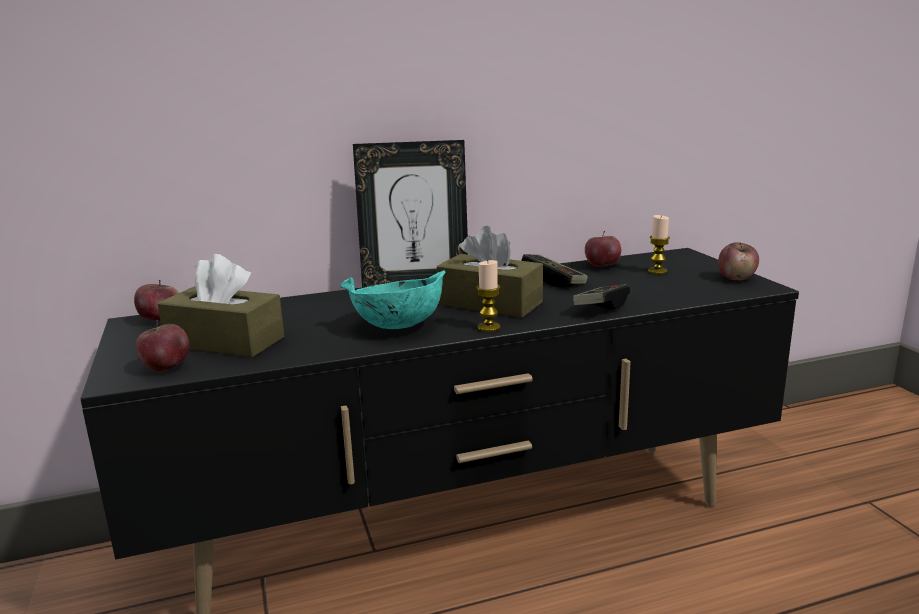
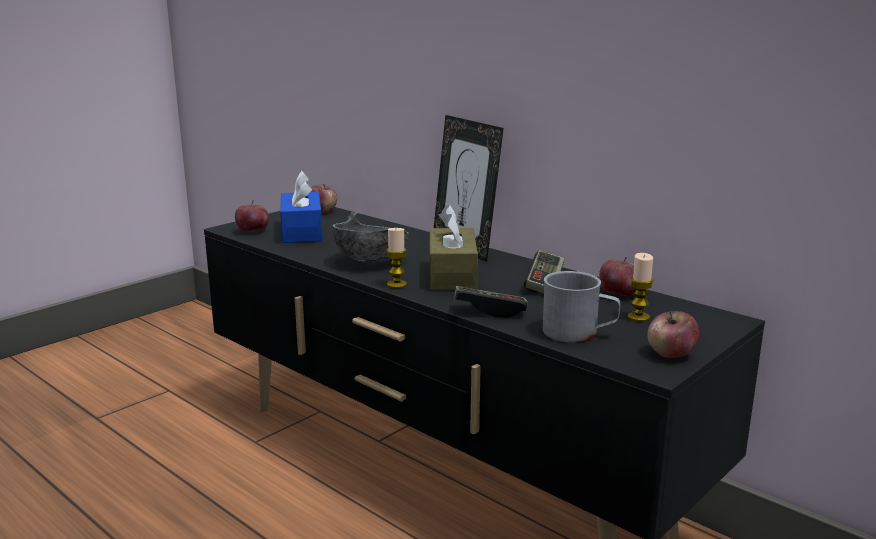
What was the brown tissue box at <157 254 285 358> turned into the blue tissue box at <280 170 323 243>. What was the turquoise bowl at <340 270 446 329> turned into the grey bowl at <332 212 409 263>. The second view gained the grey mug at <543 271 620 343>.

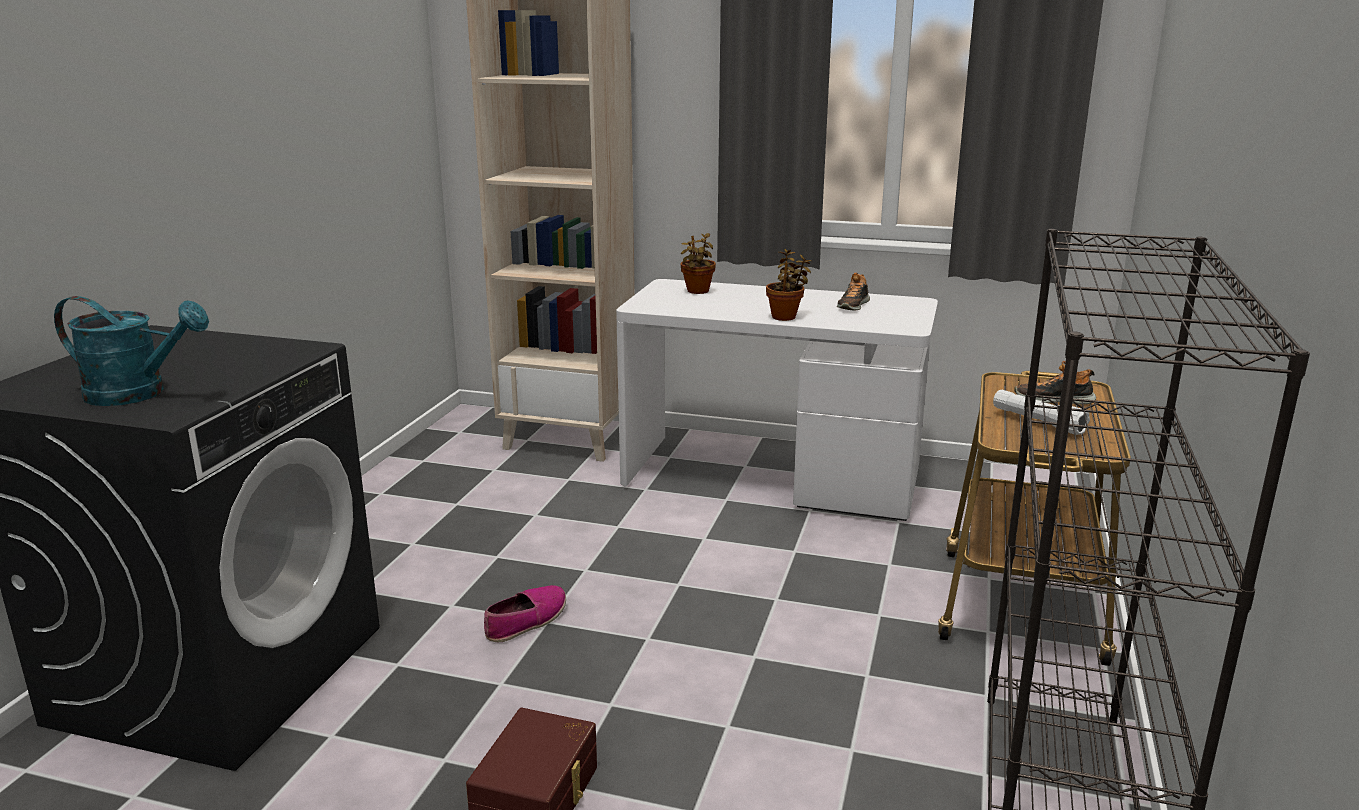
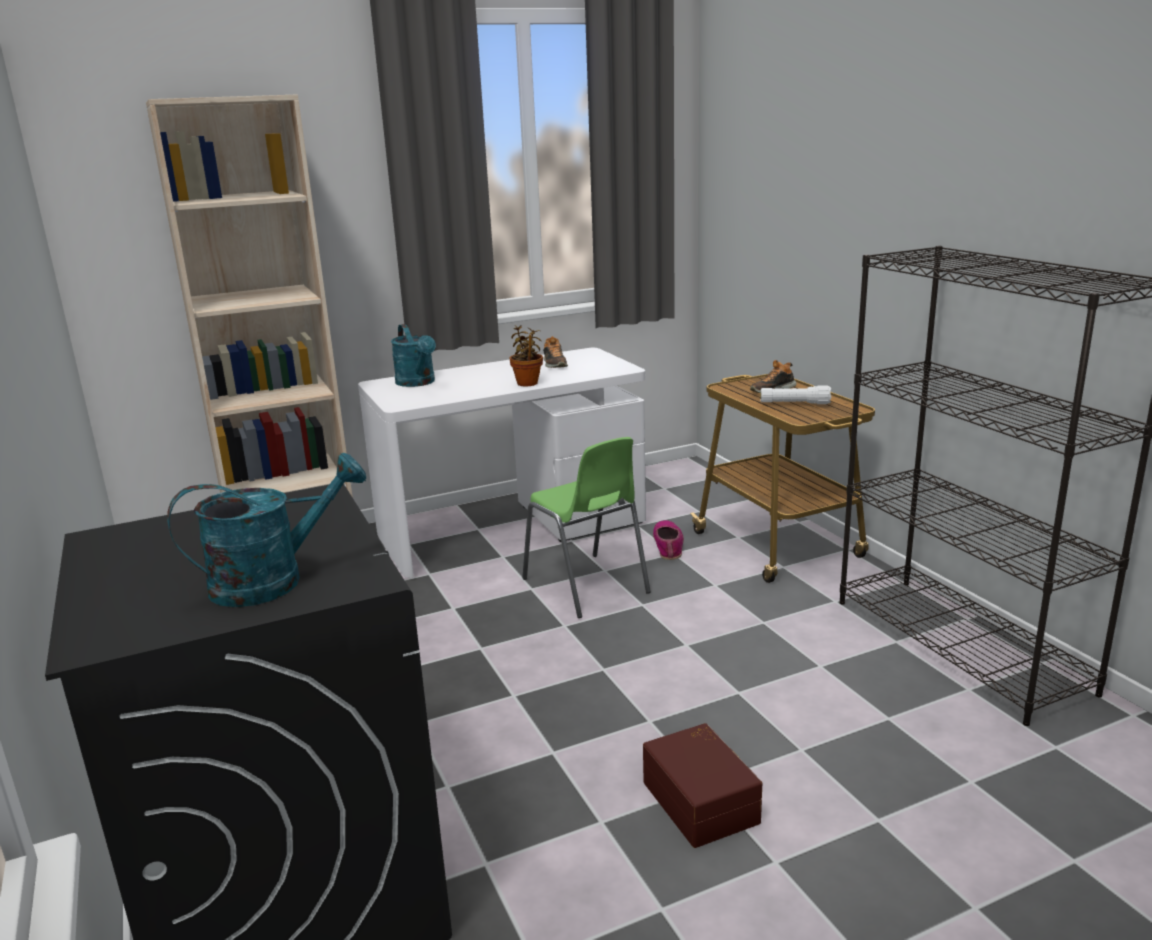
Where the potted plant stood at <680 233 716 294>, the turquoise watering can came to stand at <391 324 436 387>. The shoe ended up elsewhere, having gone from <484 585 566 642> to <653 520 684 560>. The second view gained the green chair at <522 437 651 618>.

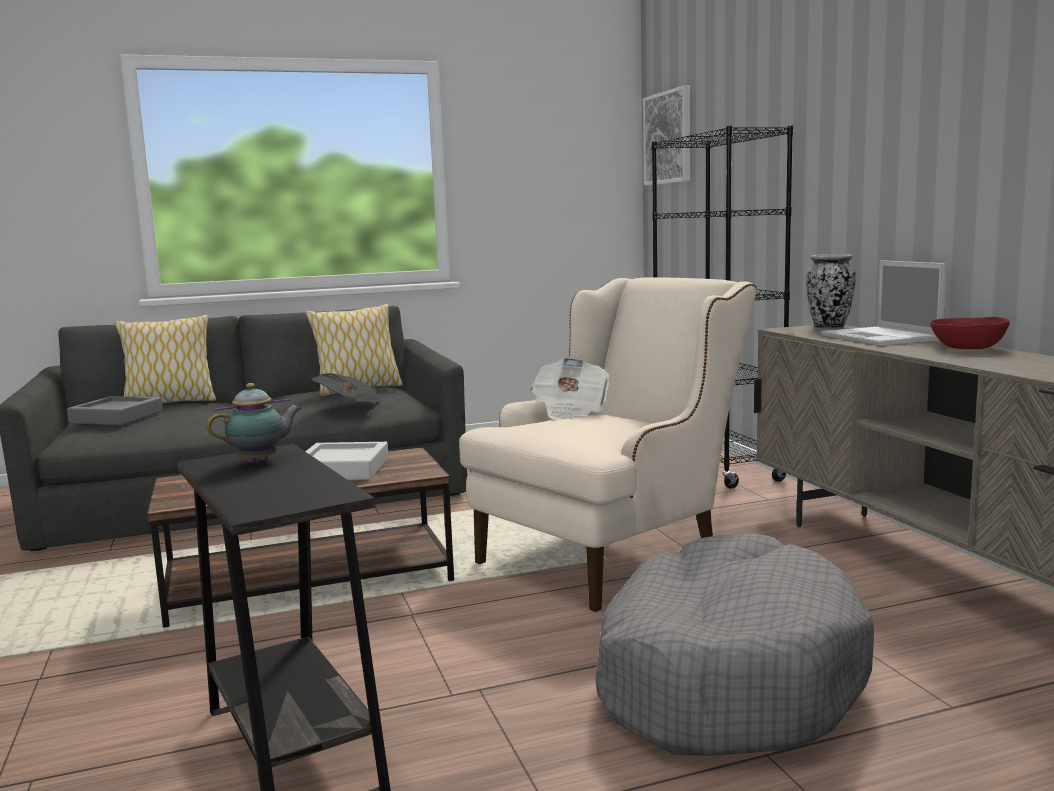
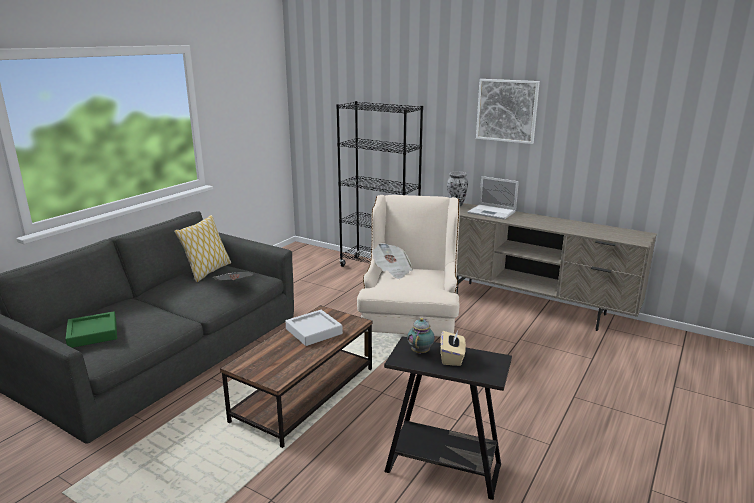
The picture ended up elsewhere, having gone from <643 85 690 186> to <476 79 540 144>. The second view lost the pillow at <115 315 216 403>. The second view lost the red bowl at <930 317 1010 349>. What was the grey tray at <67 396 163 425> turned into the green tray at <65 311 117 348>. The second view lost the grey dog bed at <595 534 874 756>. The second view gained the beige tissue box at <441 331 466 366>.

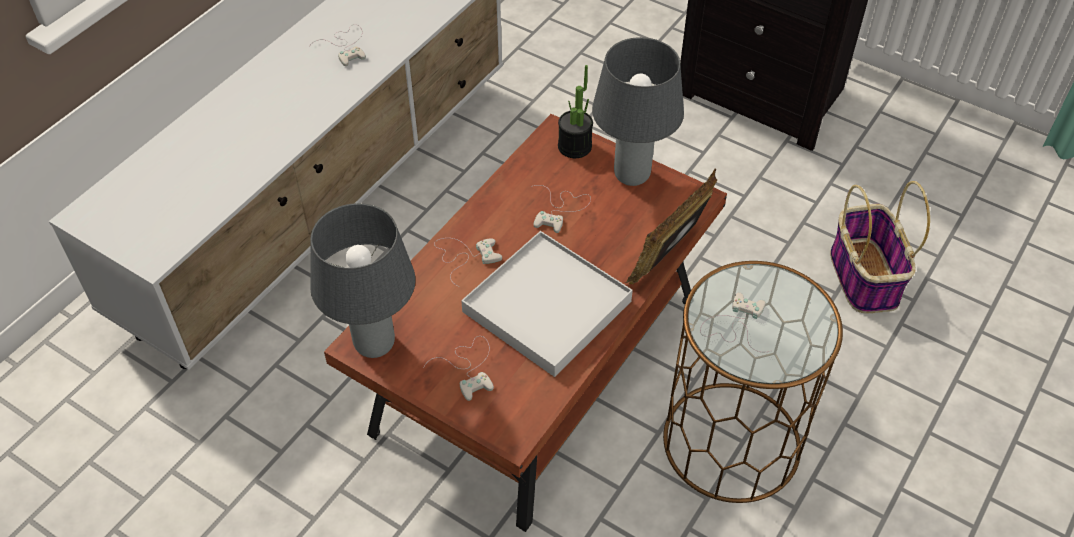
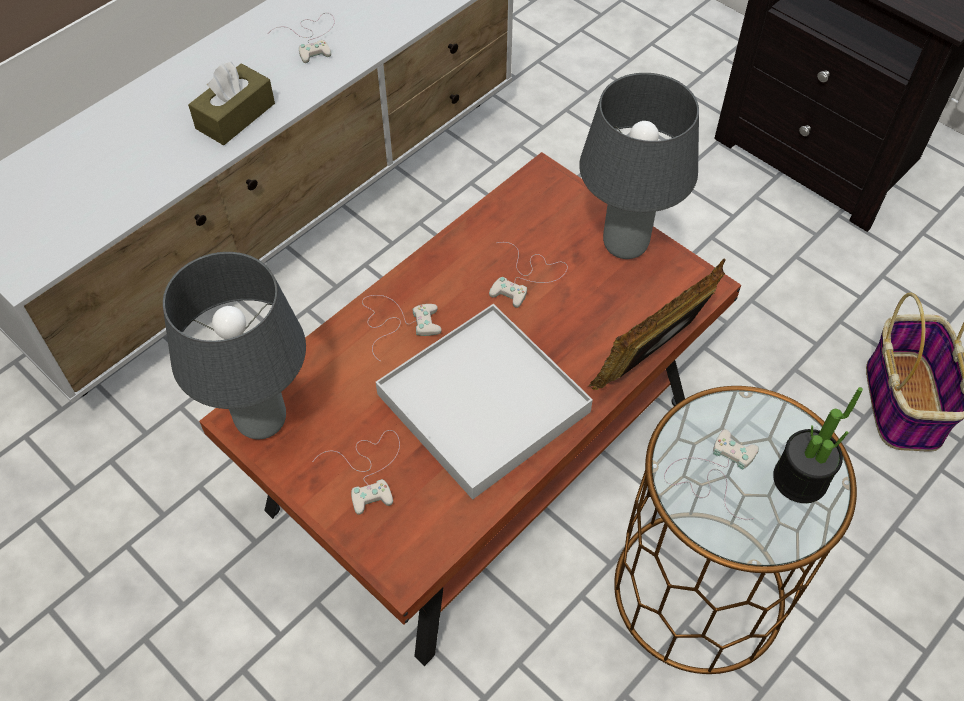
The potted plant ended up elsewhere, having gone from <558 65 593 158> to <773 387 863 503>. The second view gained the brown tissue box at <188 61 275 145>.

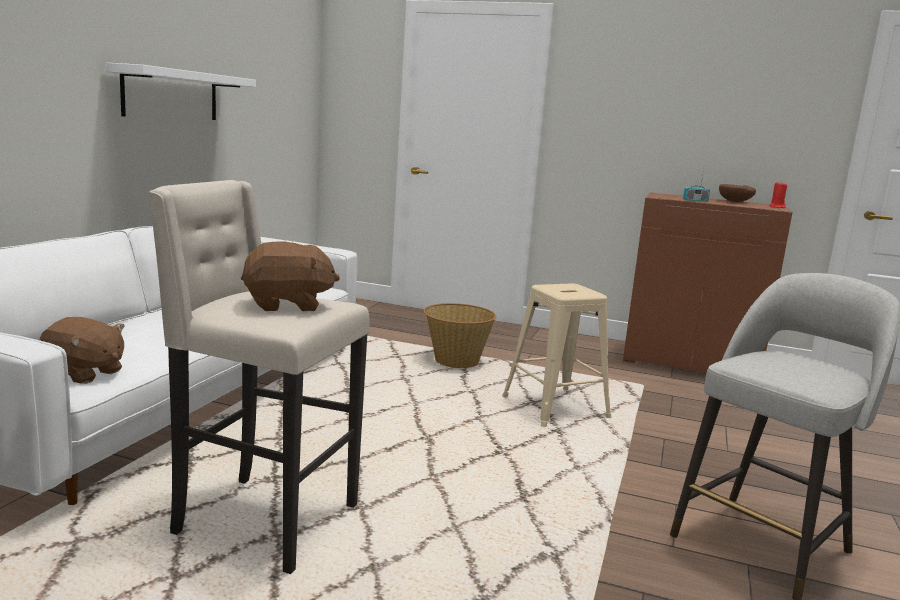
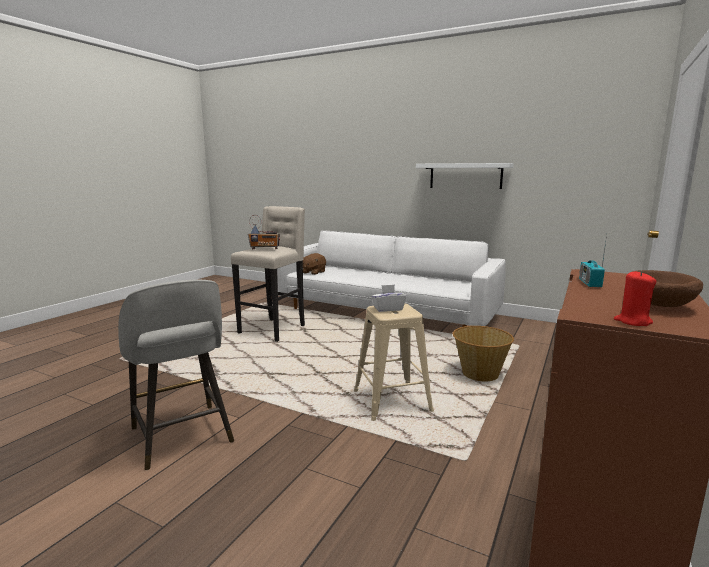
Where the brown plush toy stood at <241 242 340 311>, the radio came to stand at <248 215 280 249>. The second view gained the white tissue box at <371 284 407 312>.

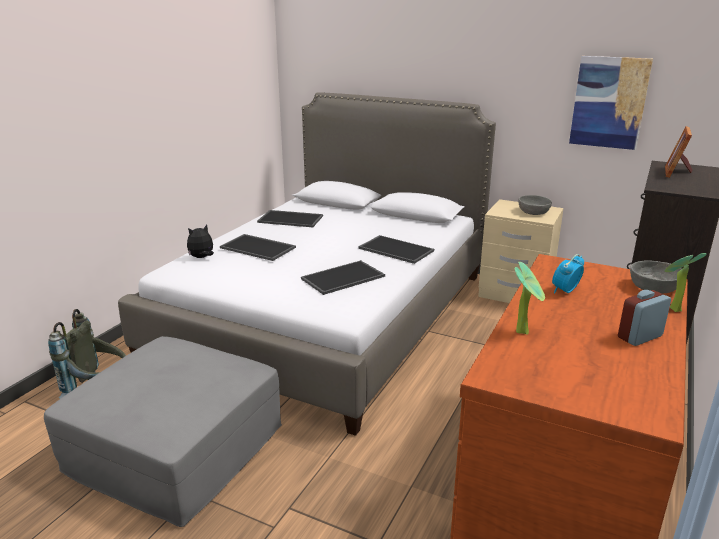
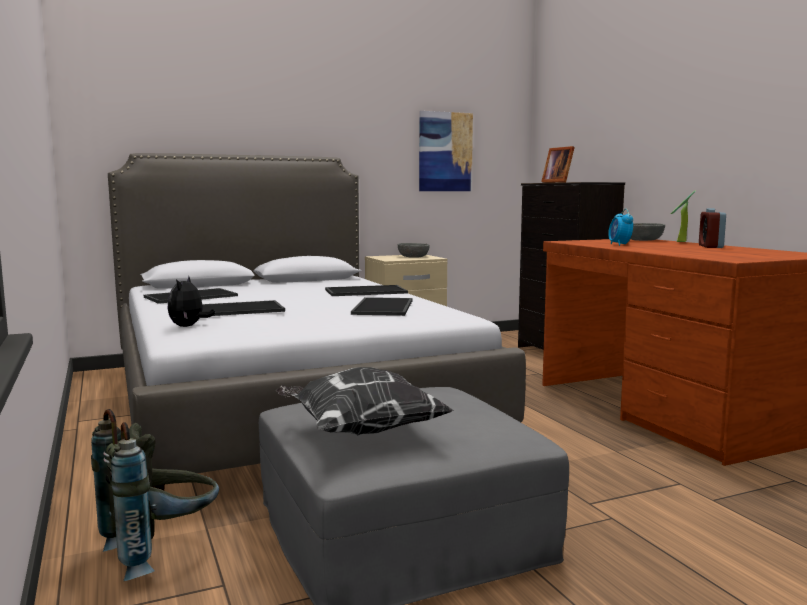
The second view lost the potted plant at <514 262 545 335>. The second view gained the pillow at <276 367 454 435>.

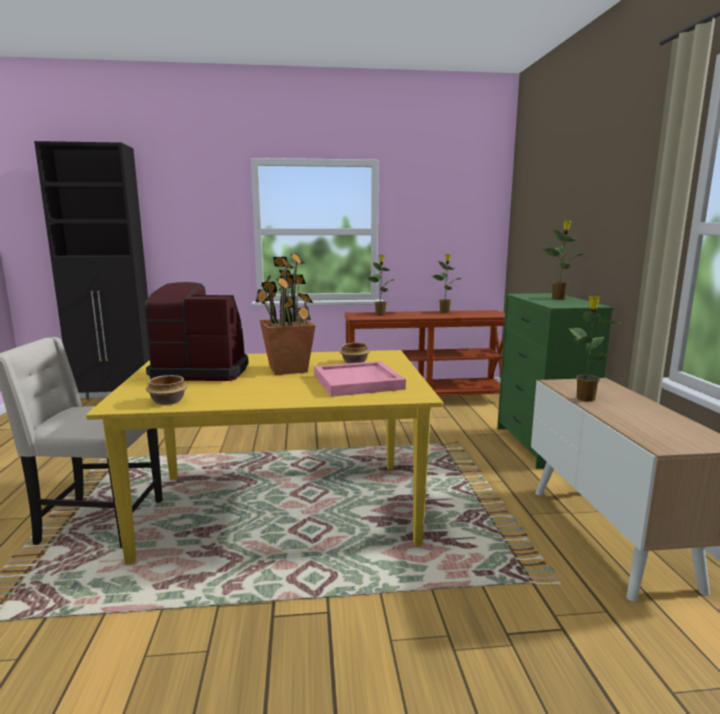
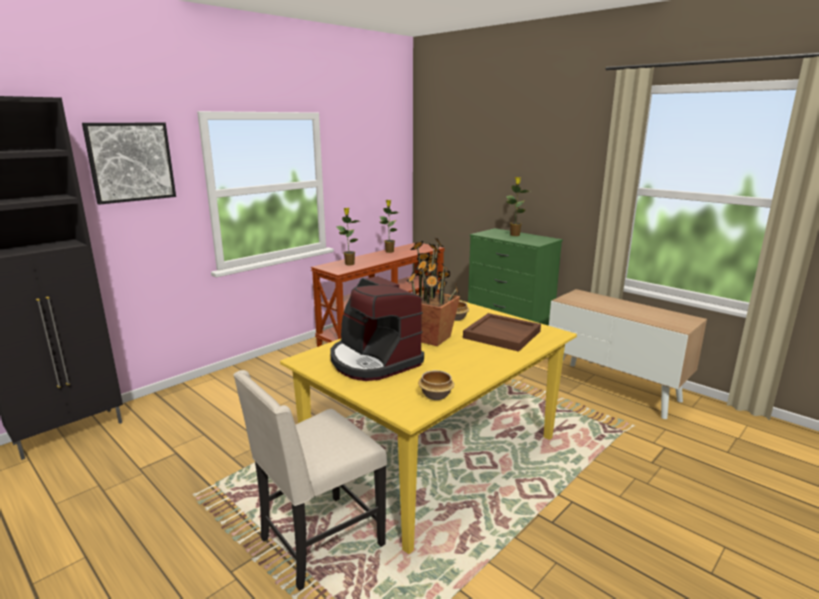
The coffee machine at <144 282 249 381> ended up facing another way, 90 degrees counterclockwise from before. The second view lost the potted plant at <569 296 622 402>. What was the pink tray at <314 361 406 397> turned into the brown tray at <463 313 541 352>. The second view gained the picture at <82 123 176 205>.

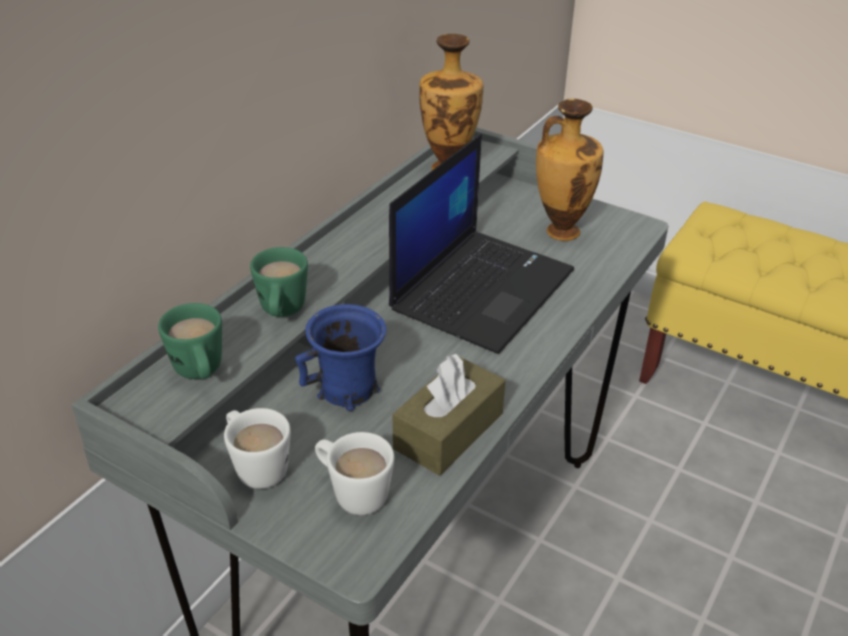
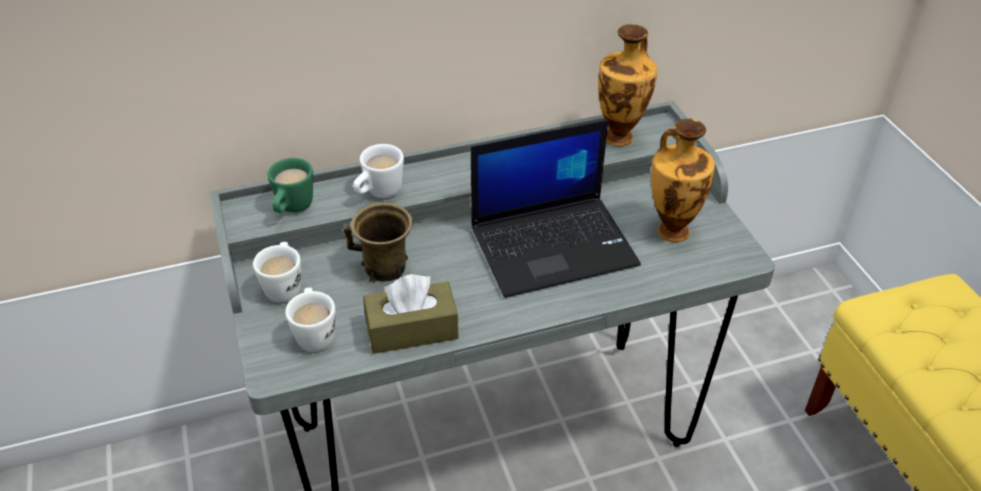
What was the green mug at <250 247 308 317> turned into the white mug at <353 144 404 198>. What was the blue mug at <295 304 387 411> turned into the brown mug at <343 203 413 283>.

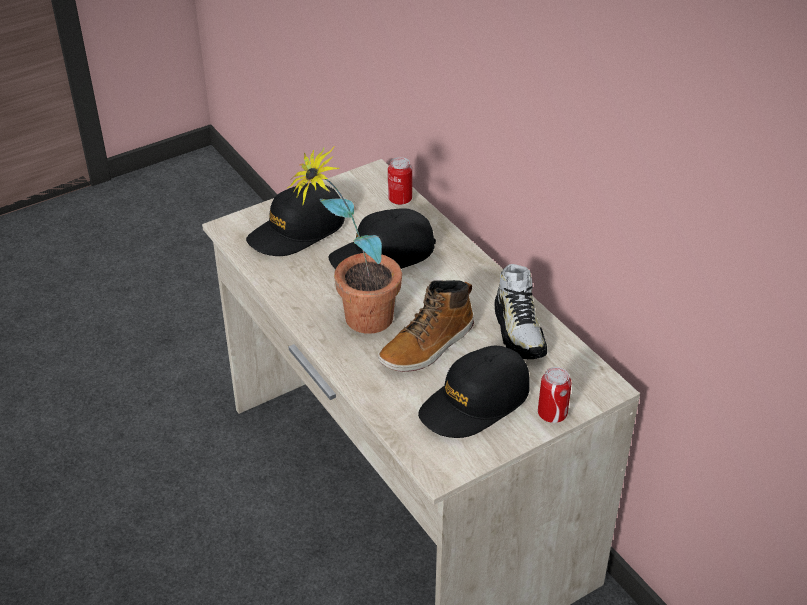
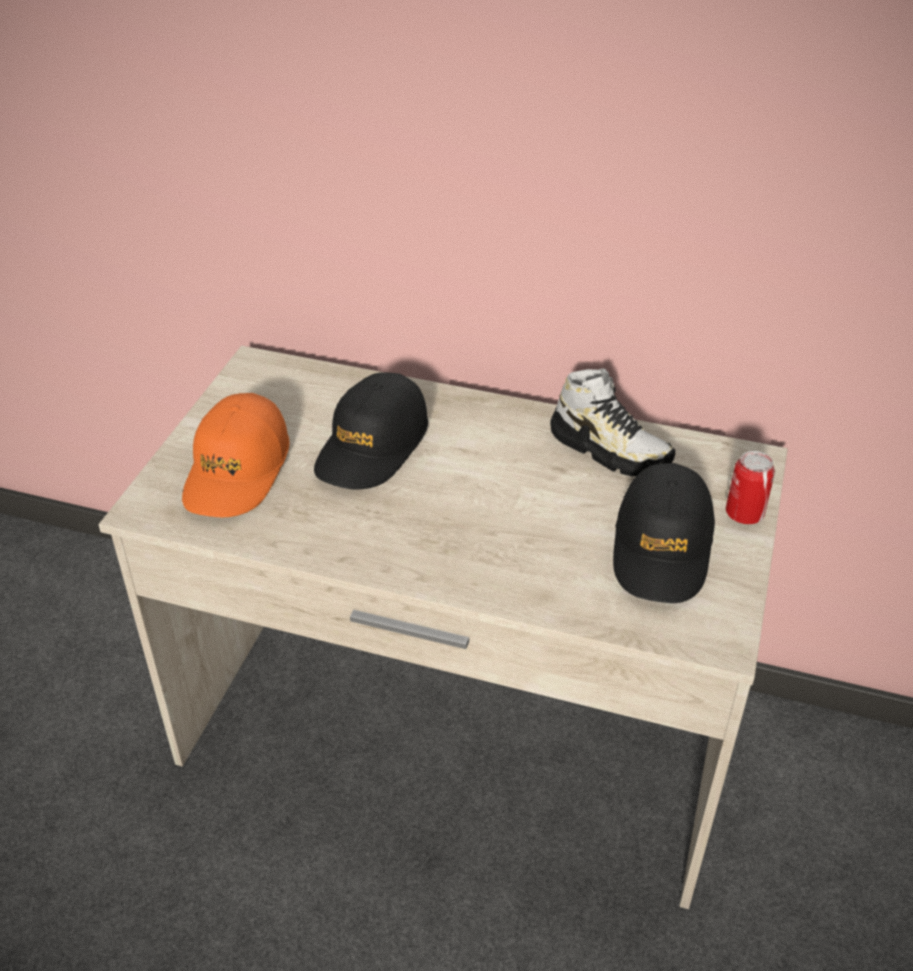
The second view lost the potted plant at <288 146 402 334>. The second view lost the can at <388 157 412 205>. What was the black cap at <246 183 345 256> turned into the orange cap at <182 393 290 517>. The second view lost the boot at <378 280 474 372>.

